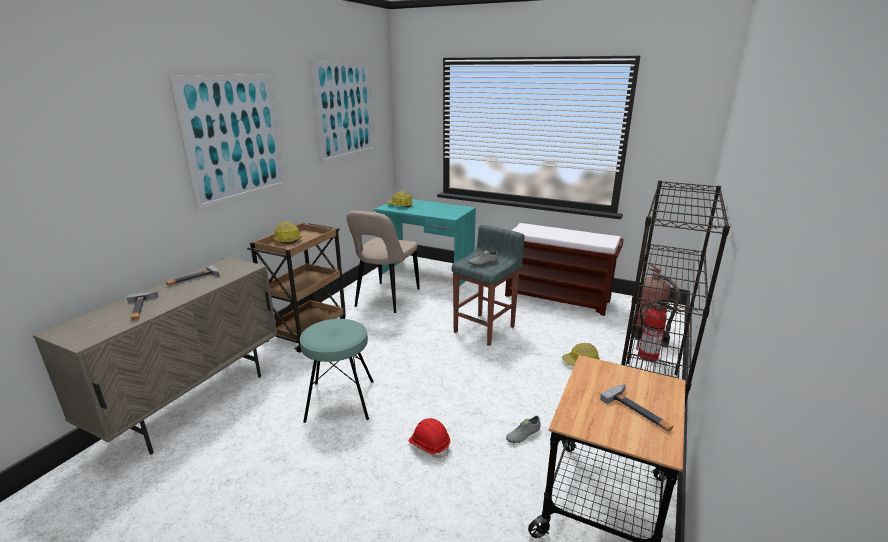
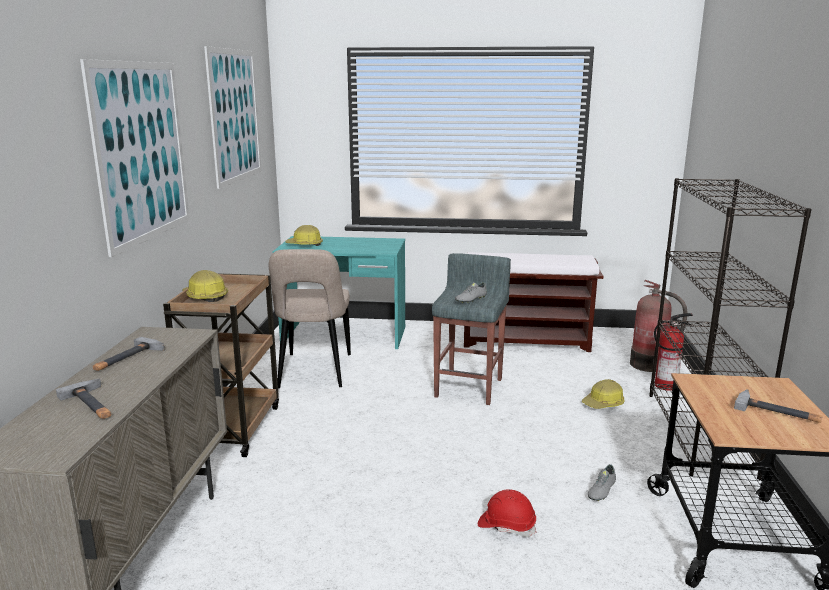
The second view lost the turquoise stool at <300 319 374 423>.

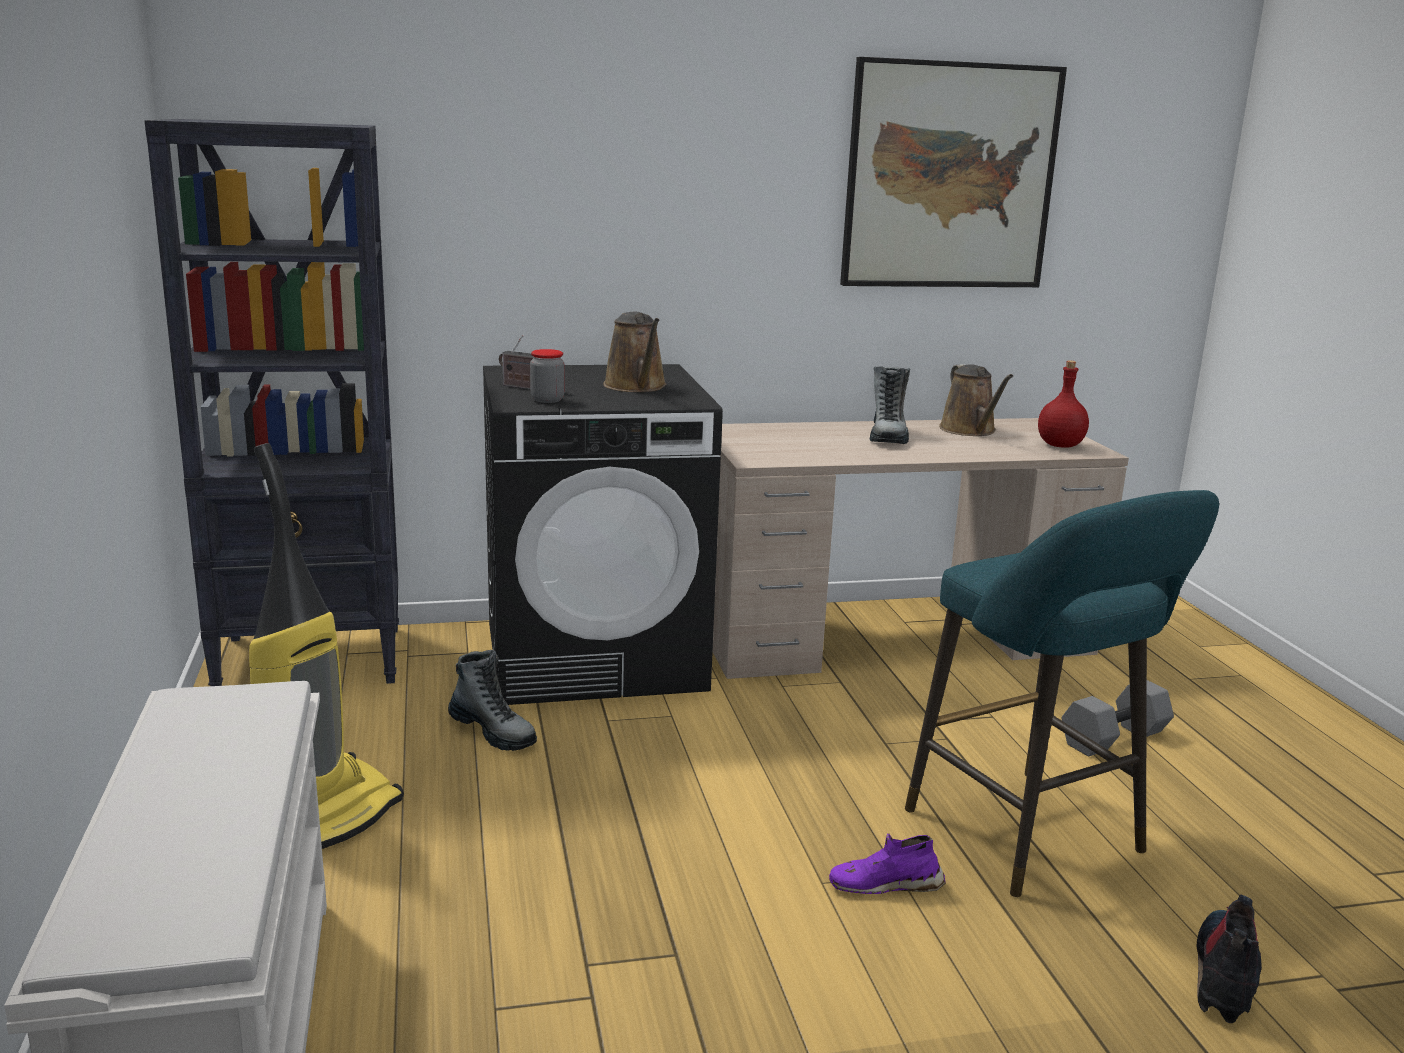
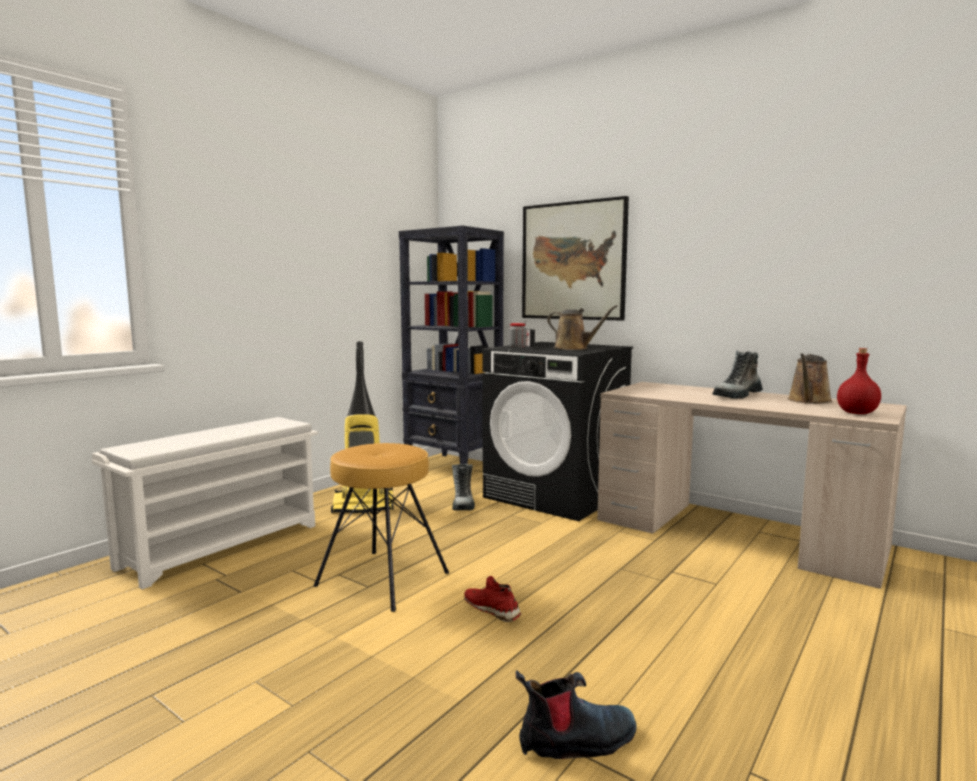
The picture ended up elsewhere, having gone from <840 57 1067 287> to <522 196 629 321>. The brown watering can at <603 312 666 392> ended up facing another way, 90 degrees counterclockwise from before. The second view lost the turquoise stool at <905 490 1219 897>. The second view lost the grey dumbbell at <1061 680 1174 756>. What was the purple shoe at <829 833 945 894> turned into the red shoe at <464 576 521 622>. The second view gained the brown stool at <314 443 449 612>.

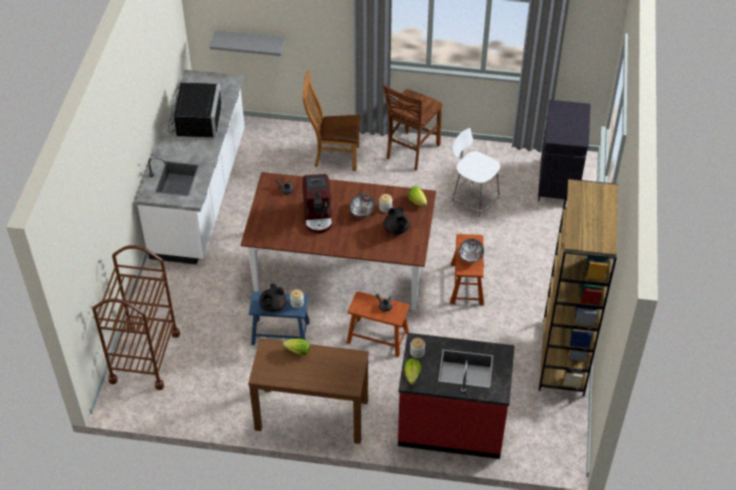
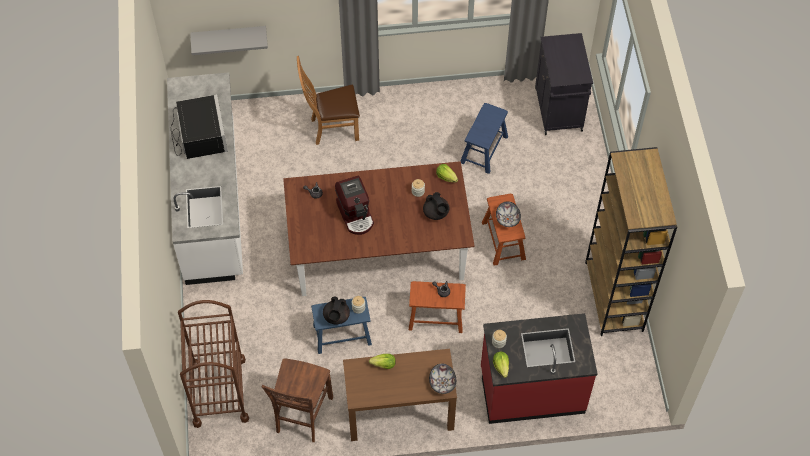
The brown chair ended up elsewhere, having gone from <383 84 443 171> to <262 358 333 442>. Where the white chair stood at <451 128 500 221>, the blue stool came to stand at <460 103 508 174>. The bowl ended up elsewhere, having gone from <349 194 375 217> to <429 364 456 394>.

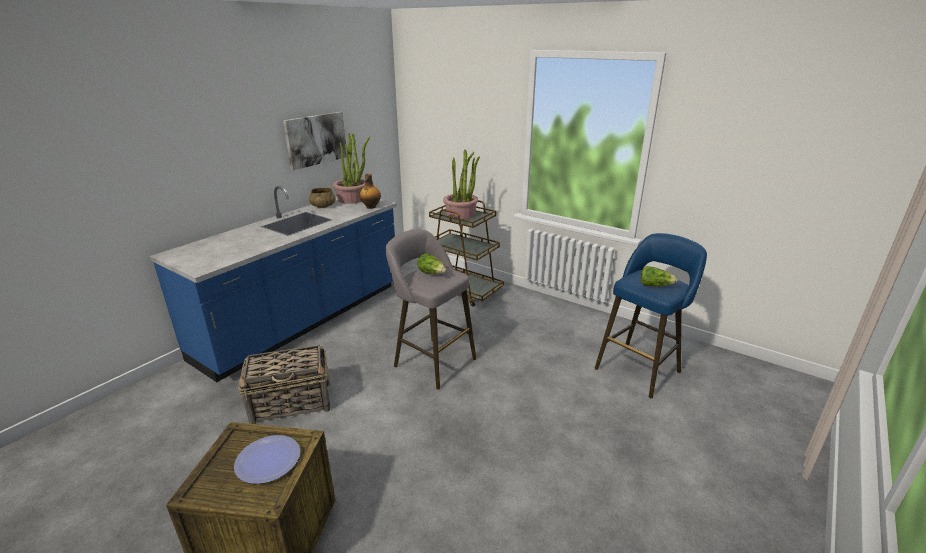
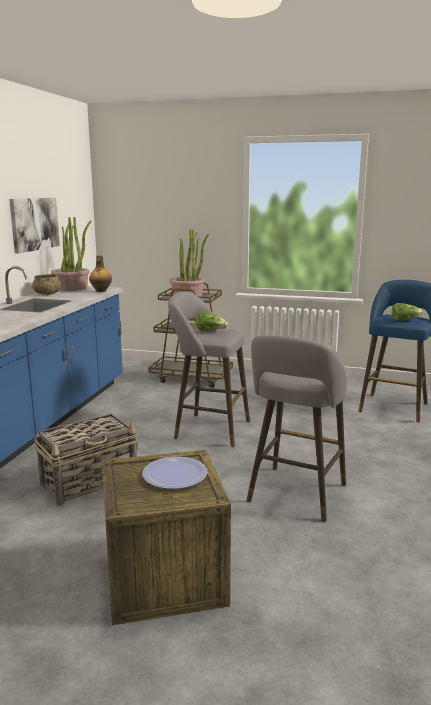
The second view gained the grey stool at <246 335 348 522>.

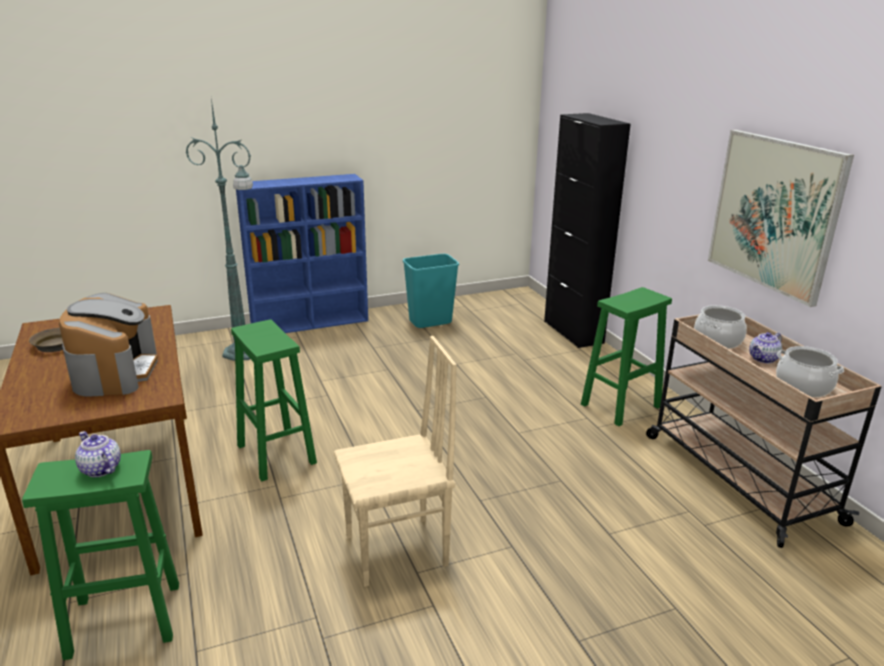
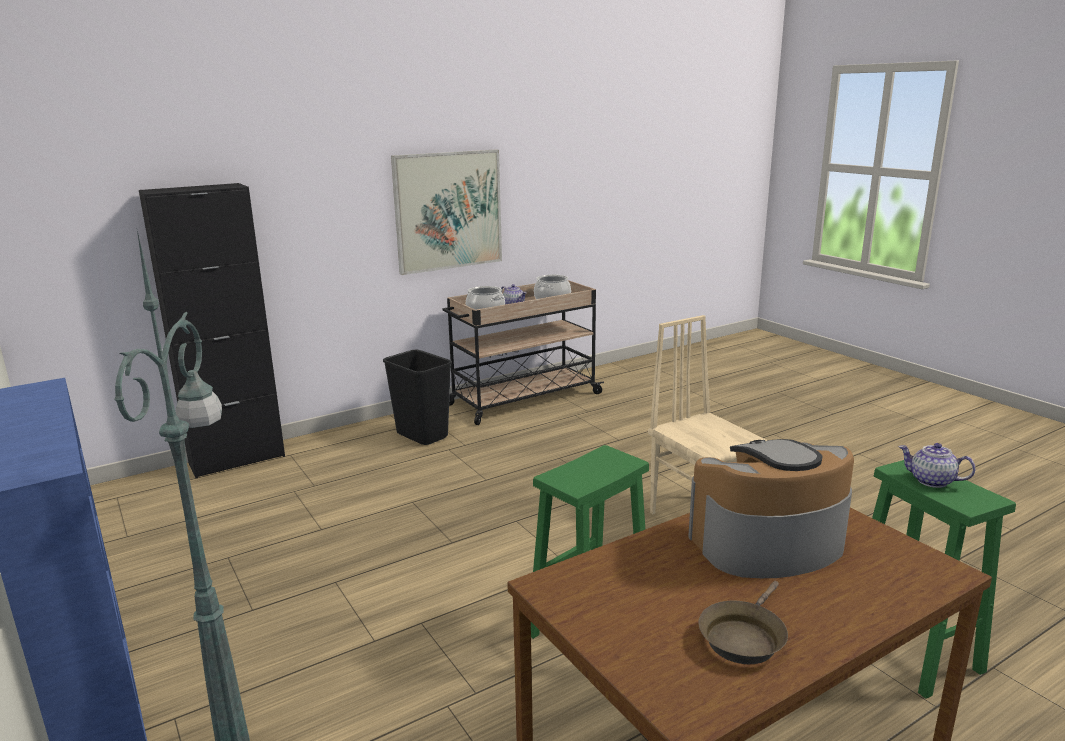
The second view lost the turquoise trash can at <403 254 459 328>. Where the green stool stood at <581 287 672 426>, the black trash can came to stand at <383 350 452 445>. The teapot at <75 431 121 477> ended up facing another way, 90 degrees clockwise from before.

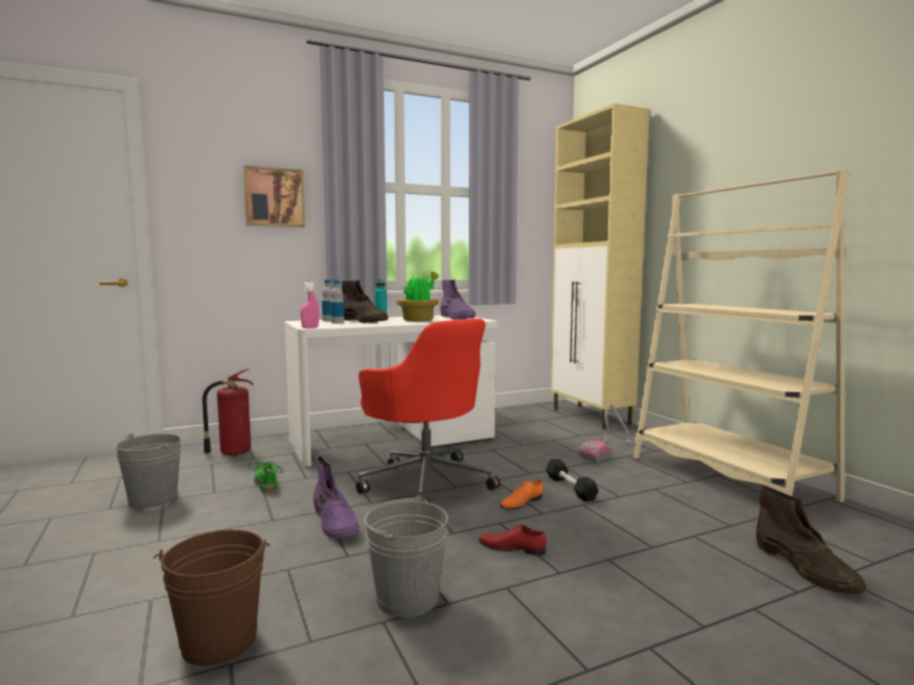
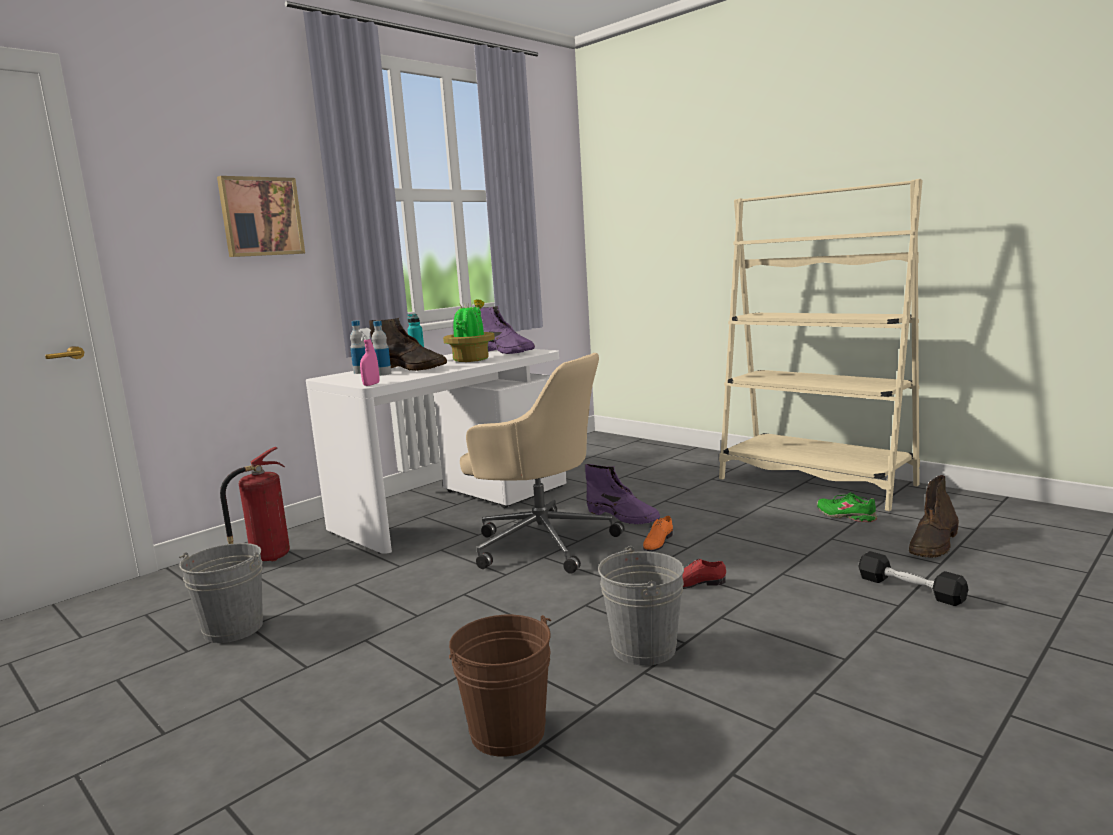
The second view lost the beige cabinet at <550 103 649 429>. What was the red office chair at <356 319 501 504> turned into the beige office chair at <460 353 624 574>. The second view lost the vacuum cleaner at <579 404 644 463>. The purple boot ended up elsewhere, having gone from <313 455 359 539> to <585 464 660 524>. The black dumbbell ended up elsewhere, having gone from <546 459 599 502> to <859 551 969 606>. The green shoe ended up elsewhere, having gone from <248 462 285 492> to <817 492 877 522>. The brown boot at <756 485 867 594> ended up facing another way, 75 degrees clockwise from before.

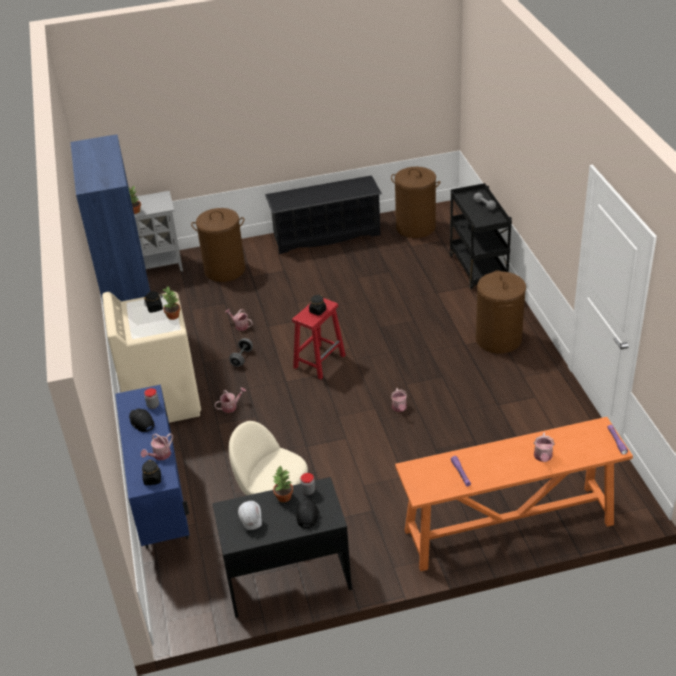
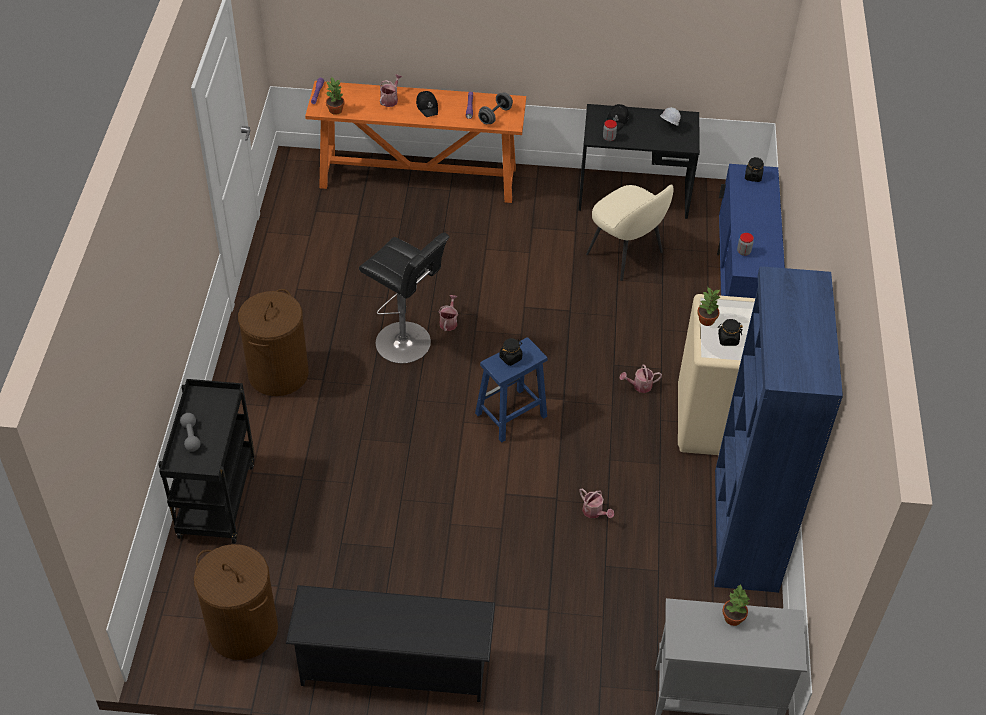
The second view lost the brown laundry basket at <191 208 245 282>. What was the red stool at <292 298 346 379> turned into the blue stool at <475 337 547 442>. The grey dumbbell ended up elsewhere, having gone from <229 338 253 367> to <478 93 513 124>. The black cap ended up elsewhere, having gone from <129 409 155 432> to <416 91 438 117>. The second view lost the watering can at <141 434 173 460>. The potted plant ended up elsewhere, having gone from <273 466 293 502> to <326 76 345 115>. The second view gained the black stool at <359 232 449 363>.

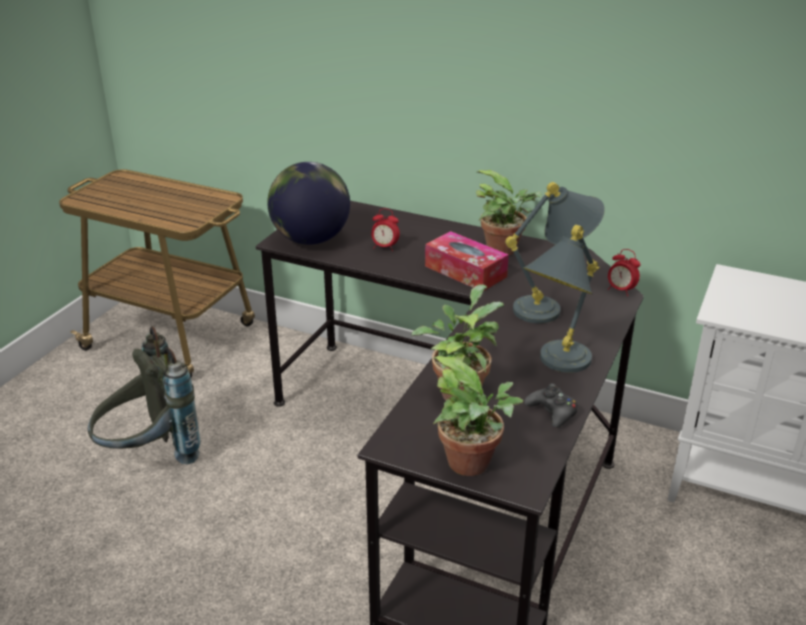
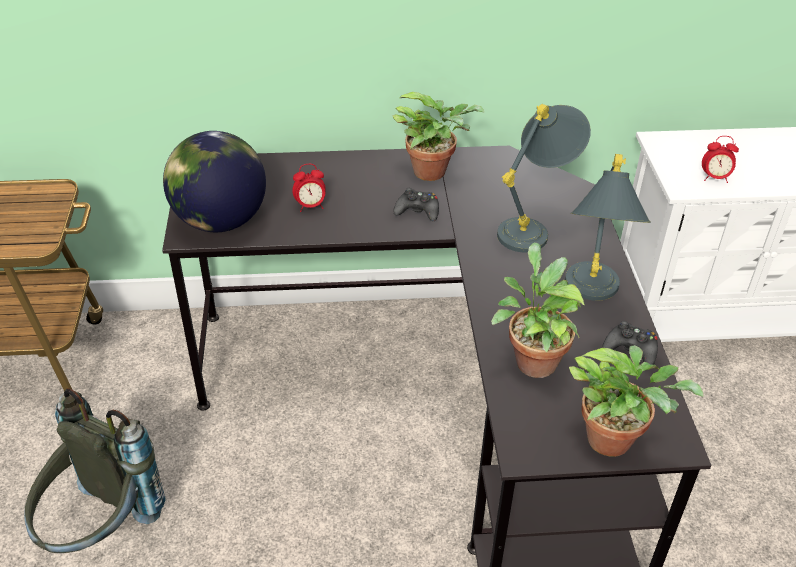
Where the tissue box stood at <425 231 509 291>, the black game controller came to stand at <393 188 439 221>. The alarm clock ended up elsewhere, having gone from <608 249 640 296> to <702 136 739 183>.

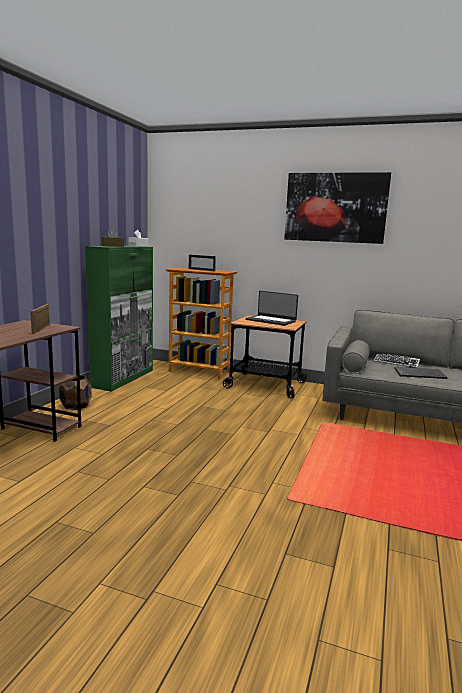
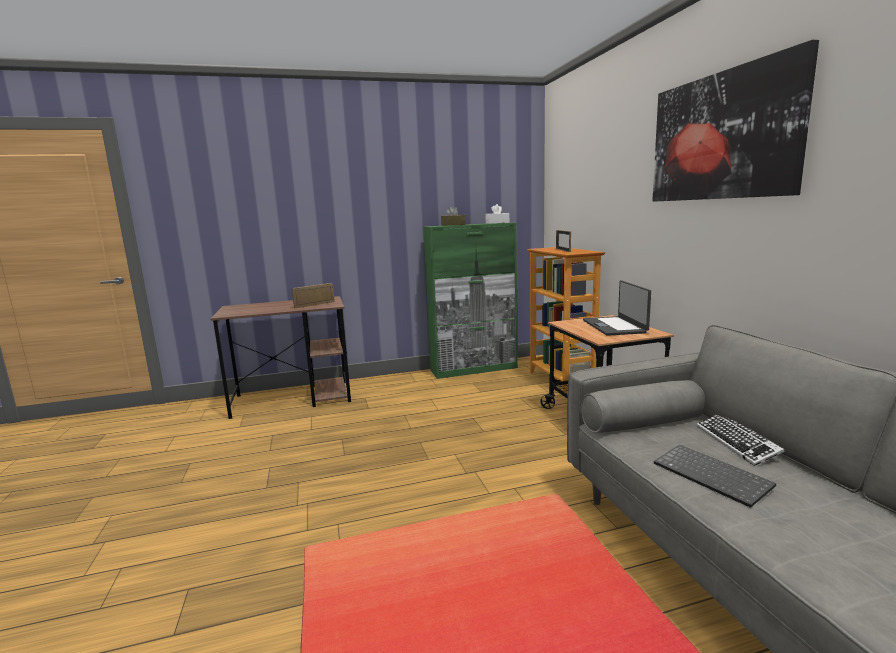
The second view lost the brown planter at <59 375 92 410>.

